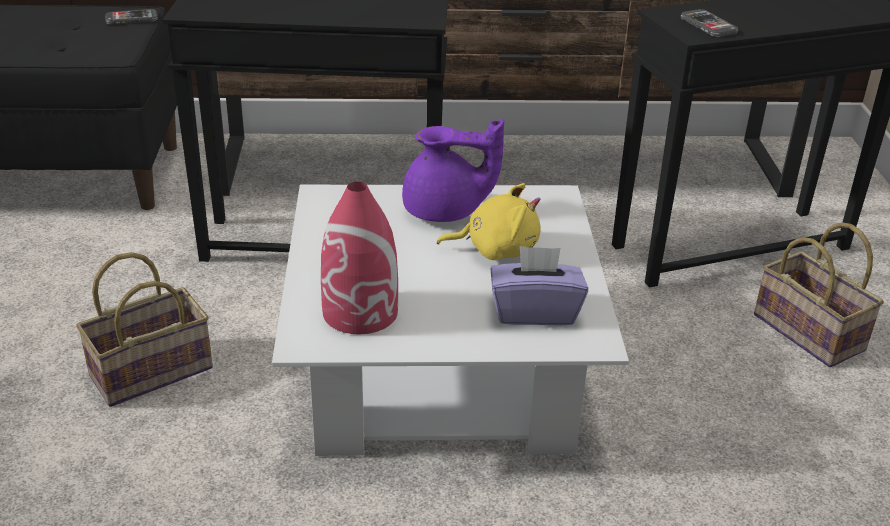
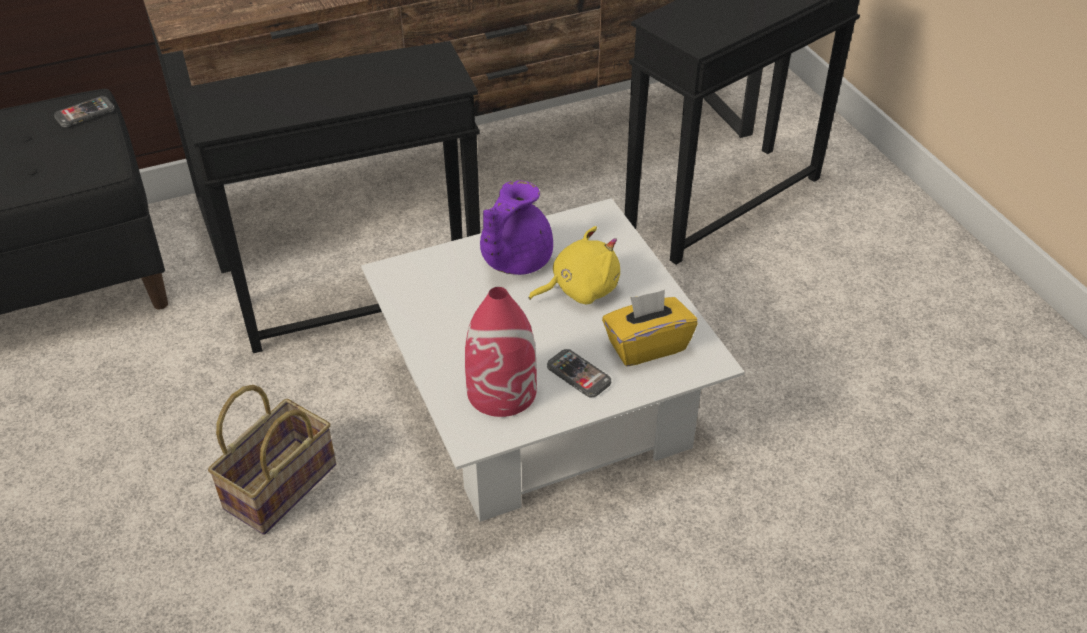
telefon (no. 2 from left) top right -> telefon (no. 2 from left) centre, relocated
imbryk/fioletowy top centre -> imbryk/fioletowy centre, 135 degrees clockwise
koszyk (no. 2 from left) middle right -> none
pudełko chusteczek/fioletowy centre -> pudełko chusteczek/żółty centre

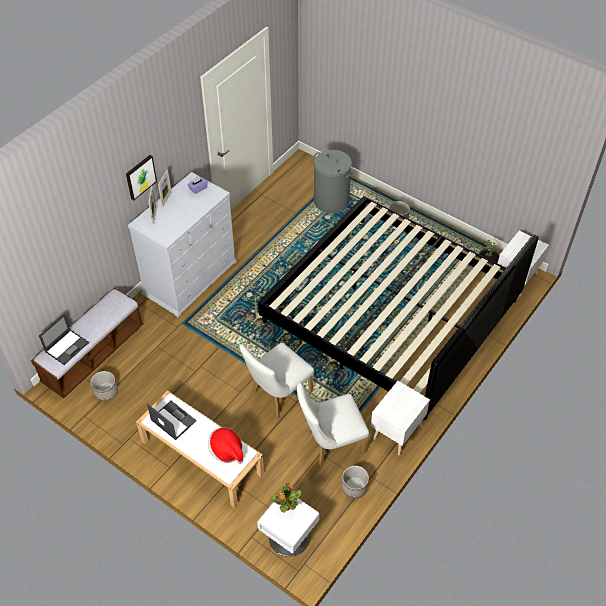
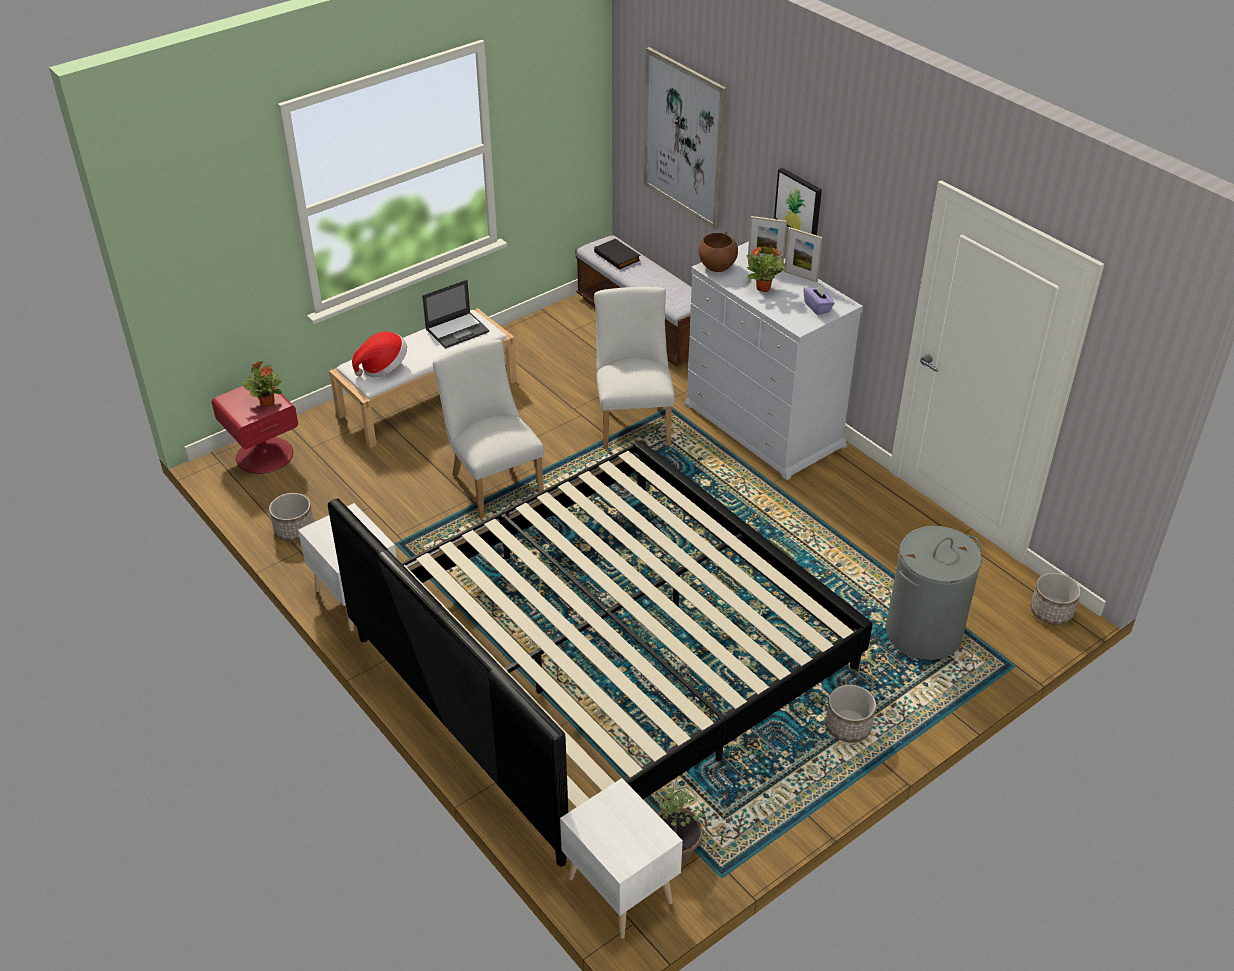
laptop (no. 1 from left) middle left -> książka/czarny top centre
donica (no. 1 from left in the first image) middle left -> donica (no. 3 from left) middle right, relocated
krzesło/biały (no. 2 from left) bottom centre -> krzesło/biały (no. 2 from left) centre, relocated
szafka nocna/biały (no. 1 from left) bottom centre -> szafka nocna/czerwony middle left
none -> obraz (no. 1 from left) top centre
none -> miska/brązowy top centre
none -> roślina doniczkowa (no. 3 from left) top centre

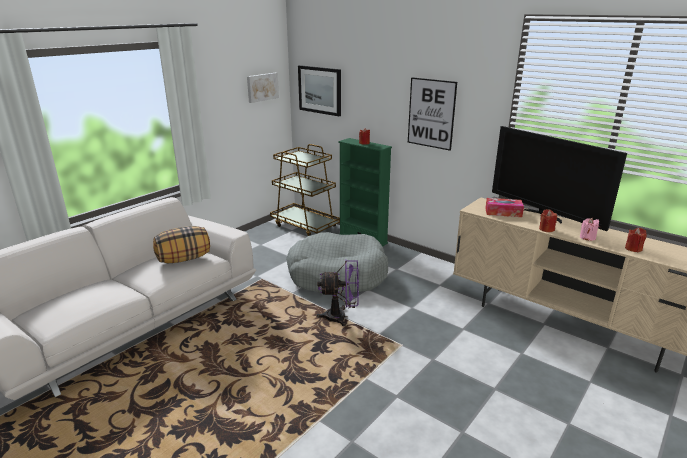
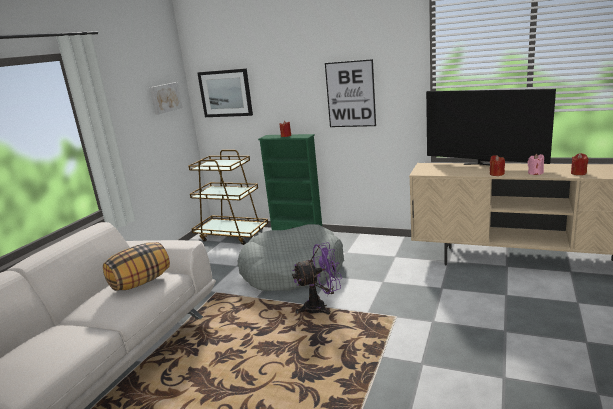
pudełko chusteczek middle right -> none

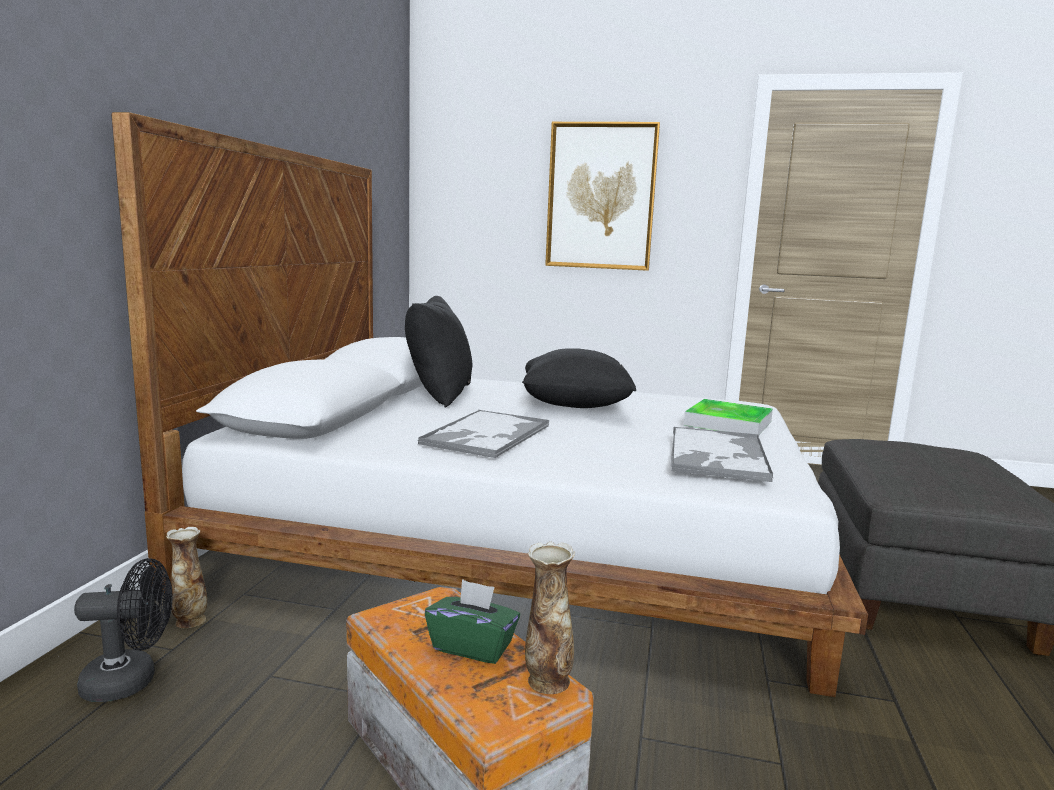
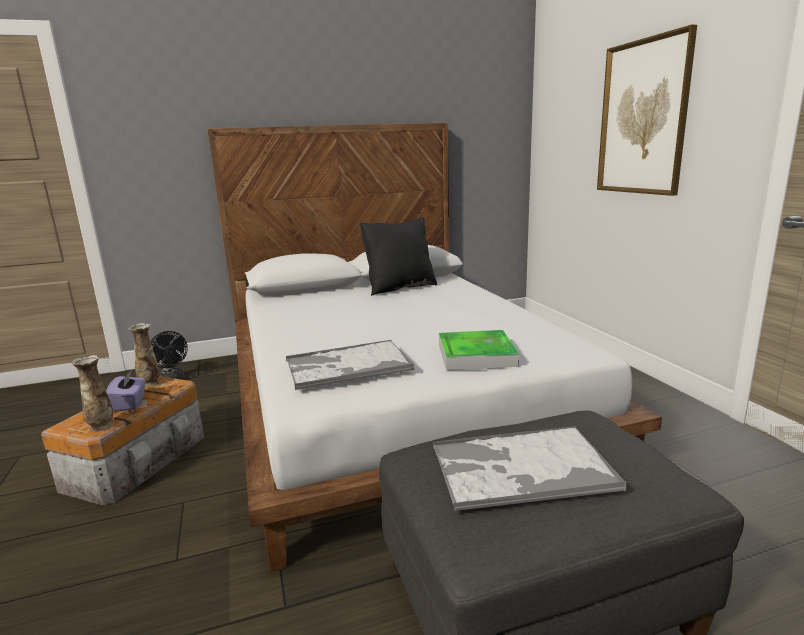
poduszka/czarny (no. 2 from left) centre -> none
taca (no. 1 from left in the first image) centre -> taca (no. 3 from left) bottom centre, relocated
wazon (no. 1 from left in the first image) bottom left -> wazon (no. 2 from left) middle left, relocated
pudełko chusteczek/zielony bottom centre -> pudełko chusteczek/fioletowy middle left

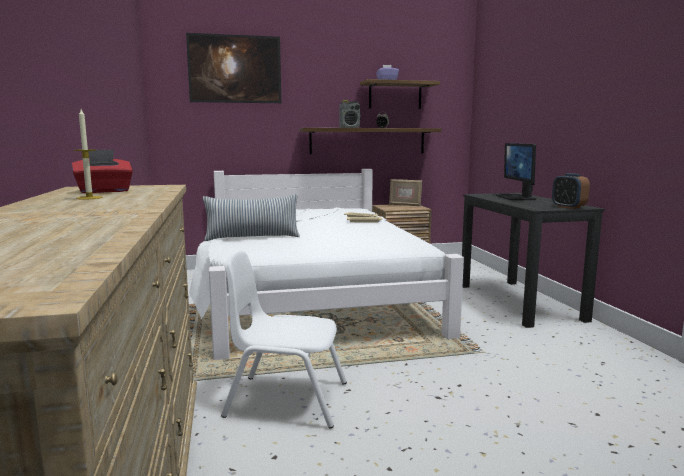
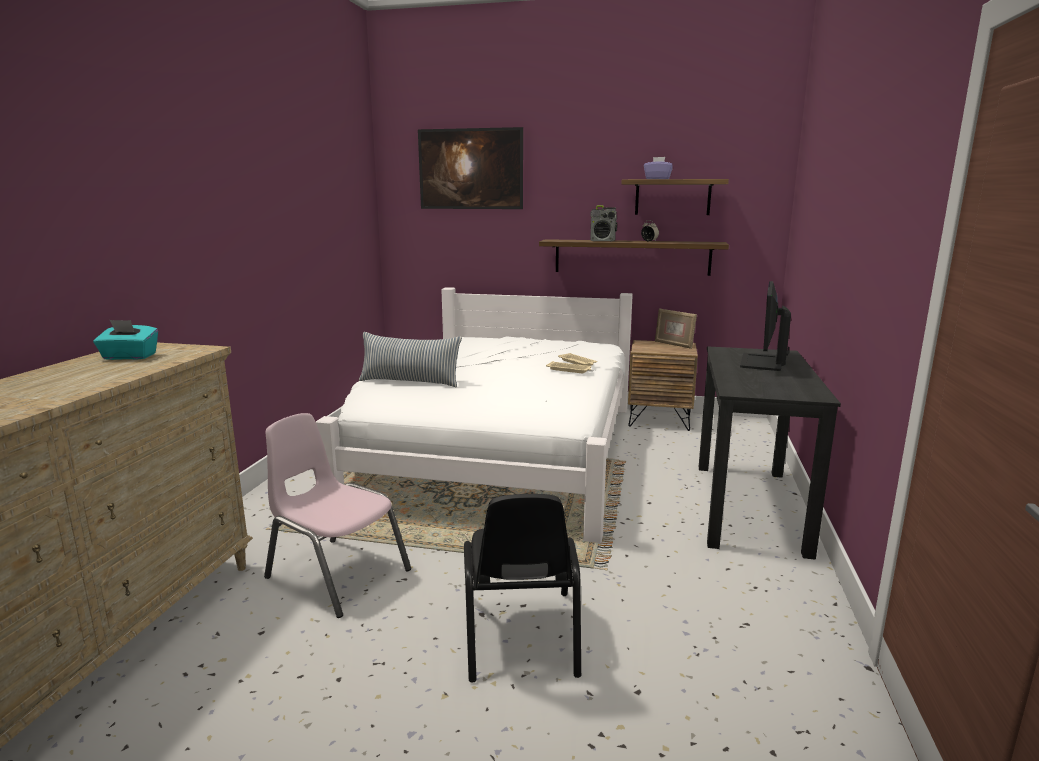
świeca top left -> none
pudełko chusteczek/czerwony middle left -> pudełko chusteczek/turkusowy middle left
budzik (no. 2 from left) middle right -> none
krzesło/biały bottom centre -> krzesło/różowy bottom left
none -> krzesło/czarny bottom centre

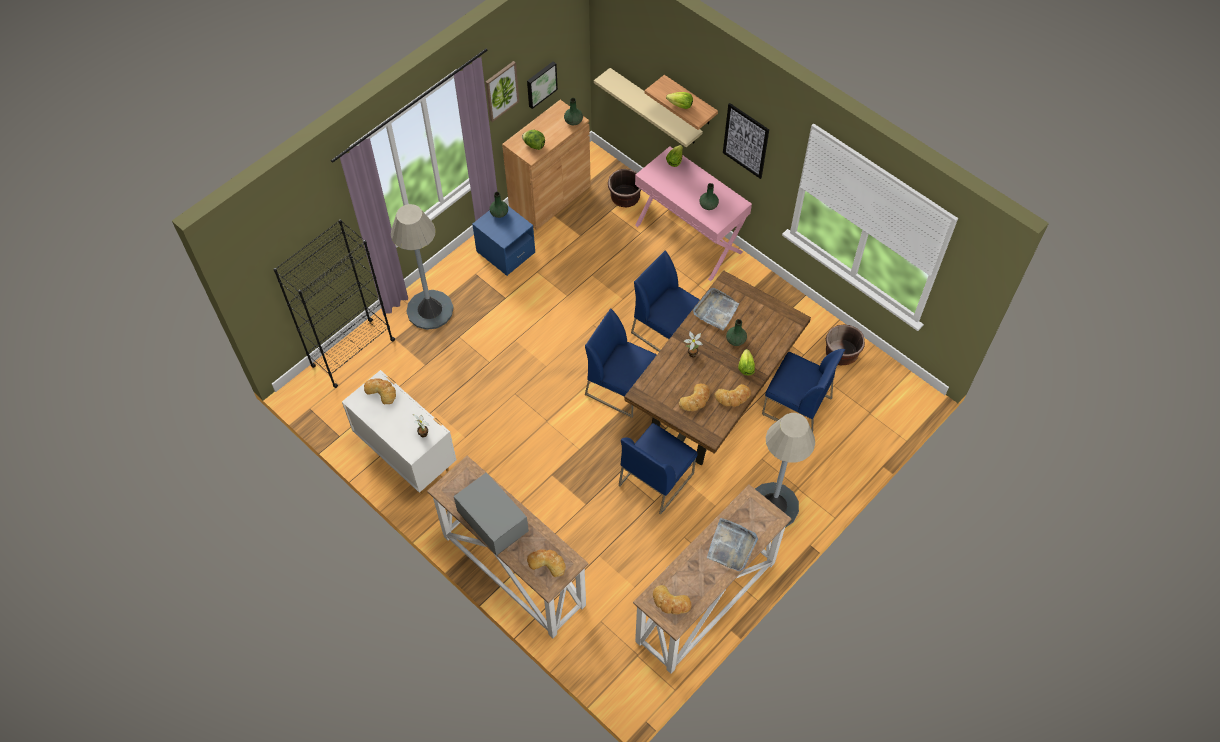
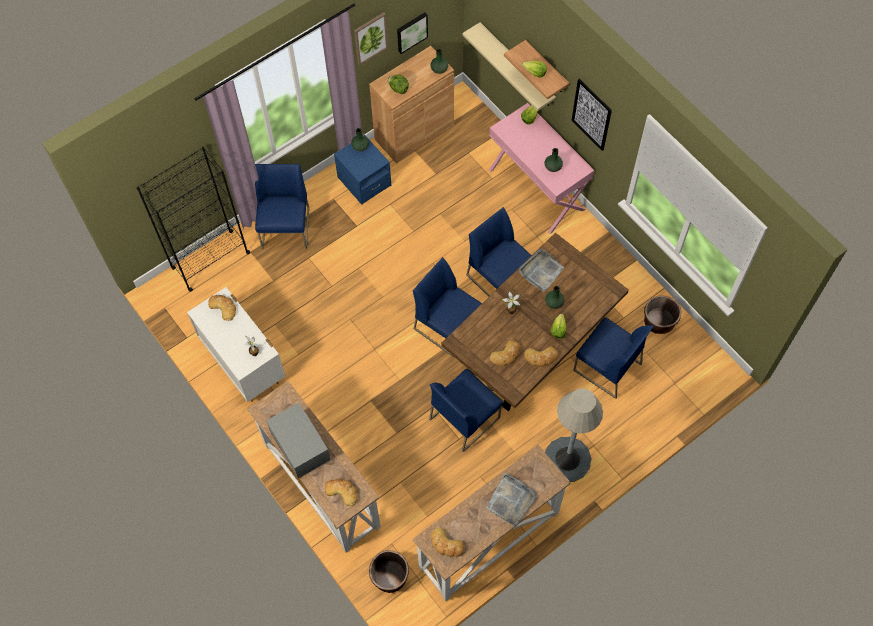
donica/brązowy (no. 1 from left) top centre -> donica/brązowy (no. 1 from left) bottom centre, relocated
lampa stojąca/szary (no. 1 from left) centre -> krzesło/niebieski (no. 1 from left) top left

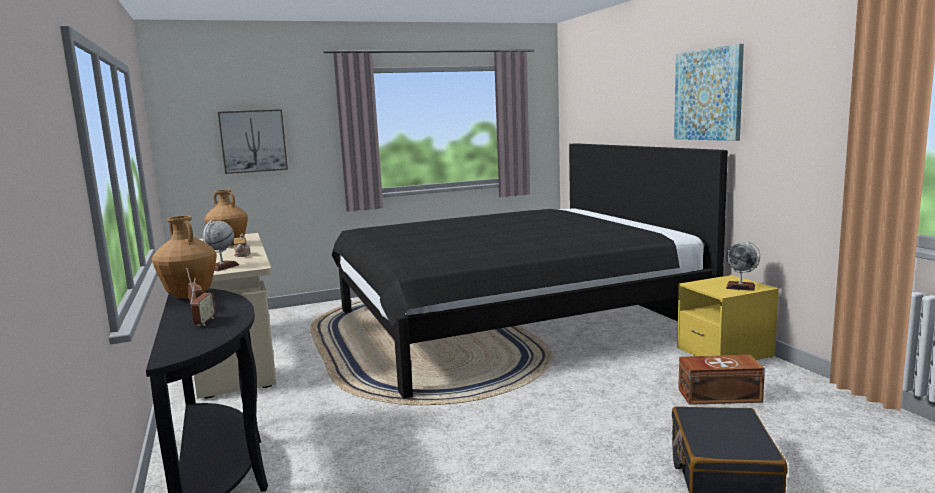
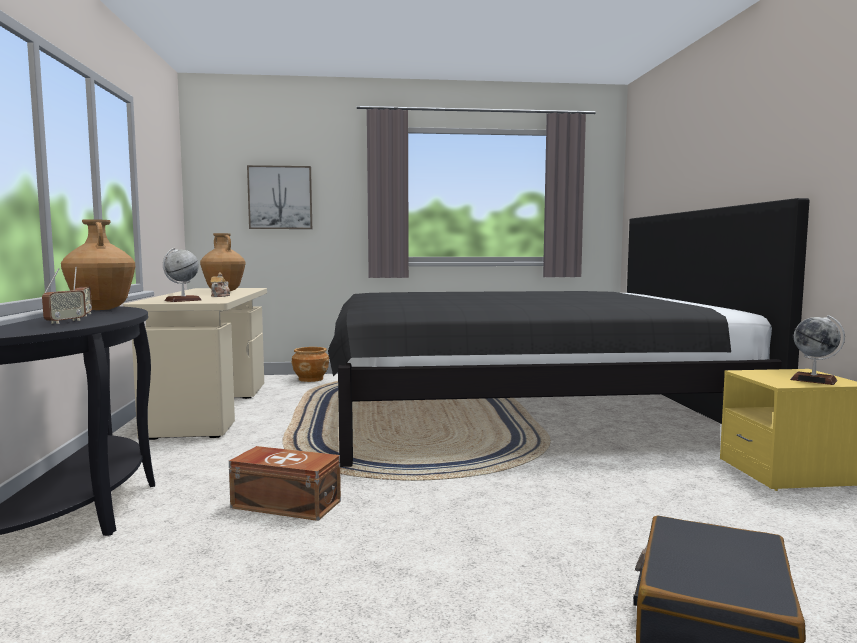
obraz (no. 2 from left) top right -> none
pojemnik do przechowywania/brązowy bottom right -> pojemnik do przechowywania/brązowy bottom left, relocated
none -> donica/brązowy centre

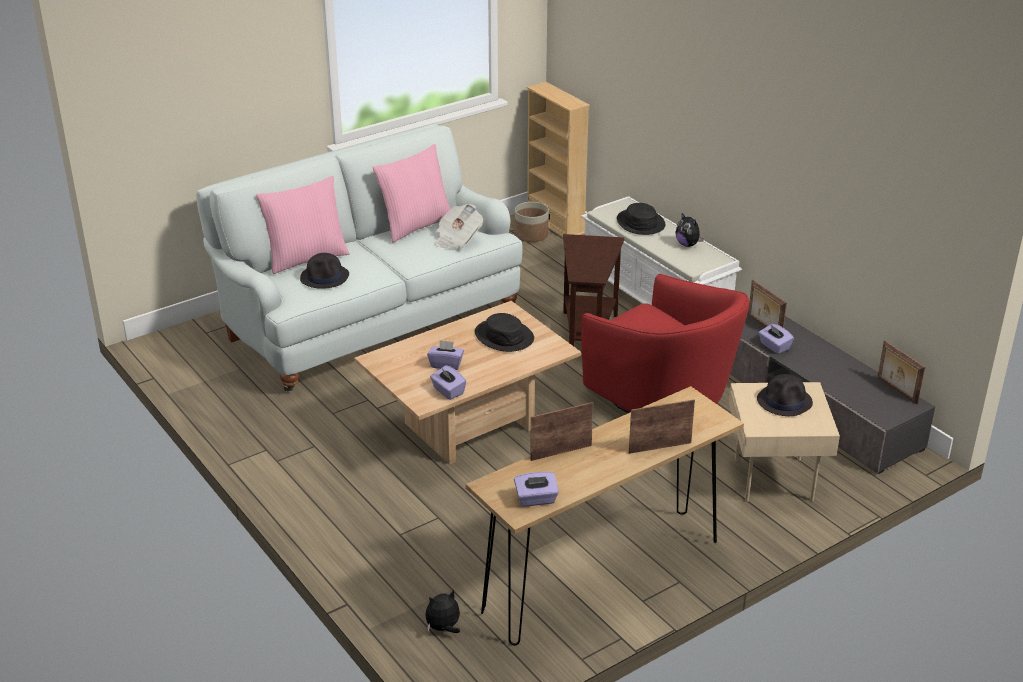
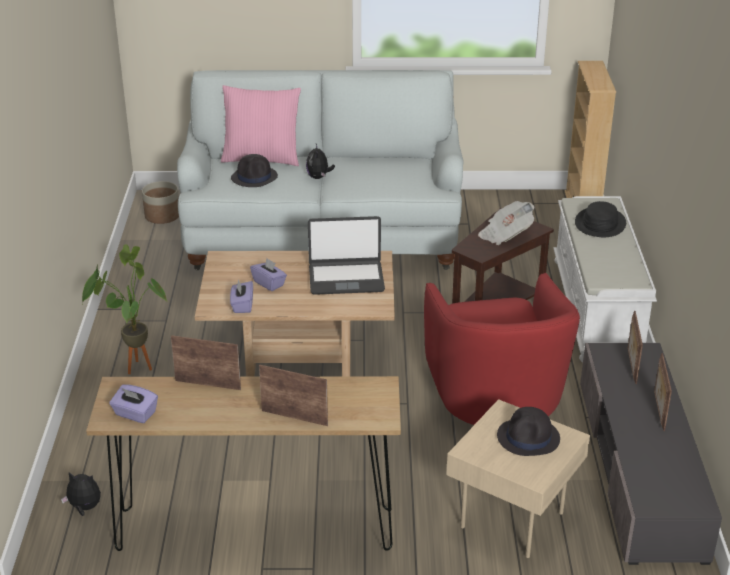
poduszka/różowy (no. 2 from left) top centre -> none
donica top centre -> donica middle left, relocated
gazeta top centre -> gazeta middle right, relocated
pluszak (no. 2 from left) middle right -> pluszak (no. 2 from left) top centre, relocated
kapelusz/czarny (no. 2 from left) centre -> laptop centre
pudełko chusteczek/fioletowy (no. 4 from left) middle right -> none
ramka na zdjęcie (no. 4 from left) middle right -> ramka na zdjęcie (no. 4 from left) bottom right, relocated
none -> roślina doniczkowa middle left

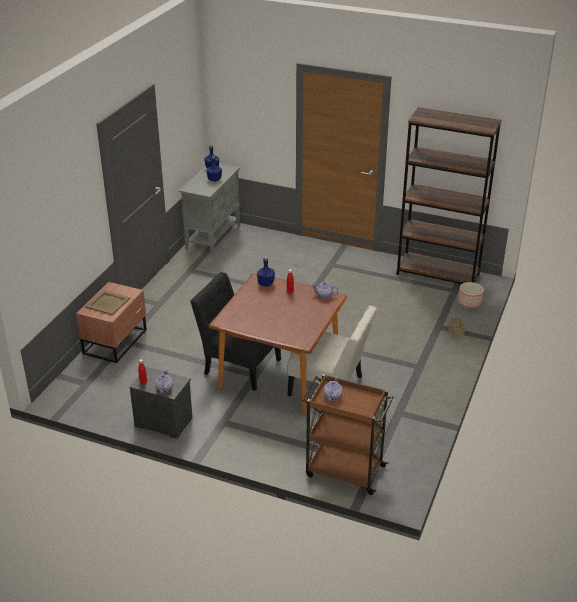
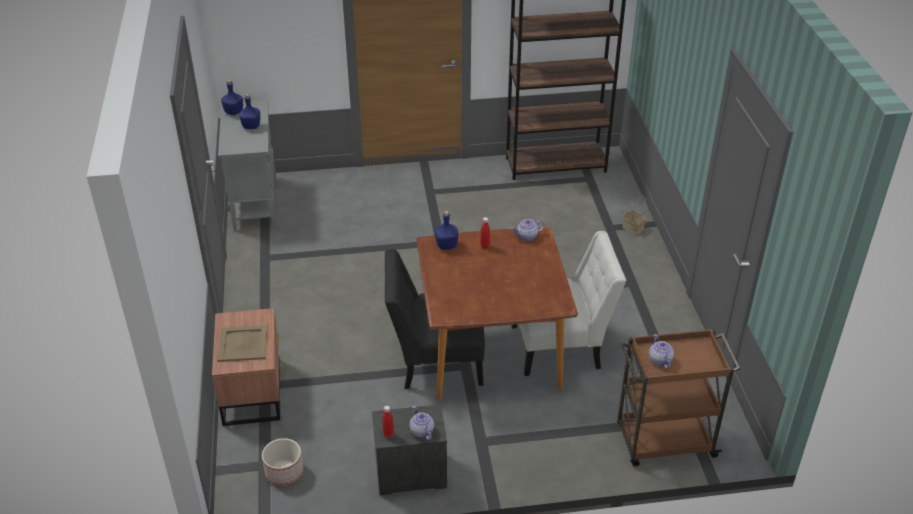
donica middle right -> donica bottom left, relocated

